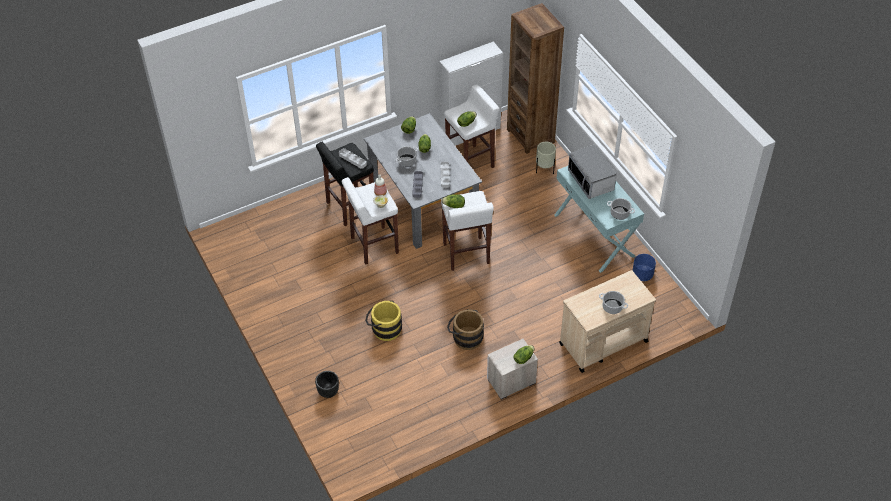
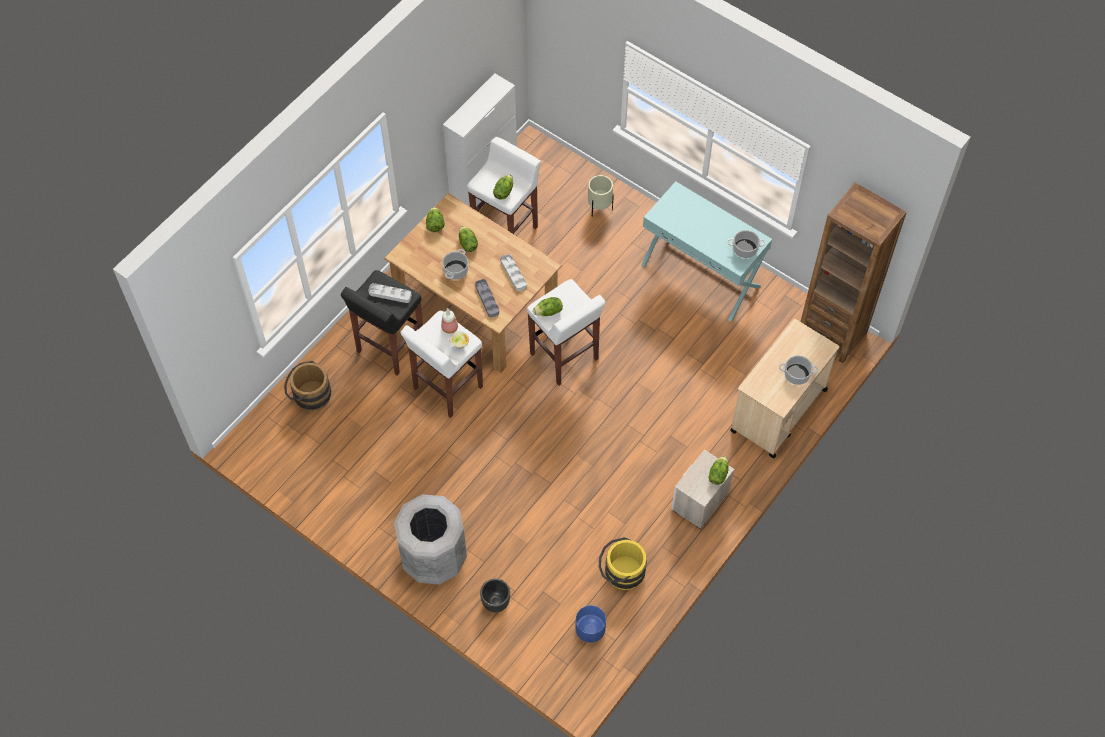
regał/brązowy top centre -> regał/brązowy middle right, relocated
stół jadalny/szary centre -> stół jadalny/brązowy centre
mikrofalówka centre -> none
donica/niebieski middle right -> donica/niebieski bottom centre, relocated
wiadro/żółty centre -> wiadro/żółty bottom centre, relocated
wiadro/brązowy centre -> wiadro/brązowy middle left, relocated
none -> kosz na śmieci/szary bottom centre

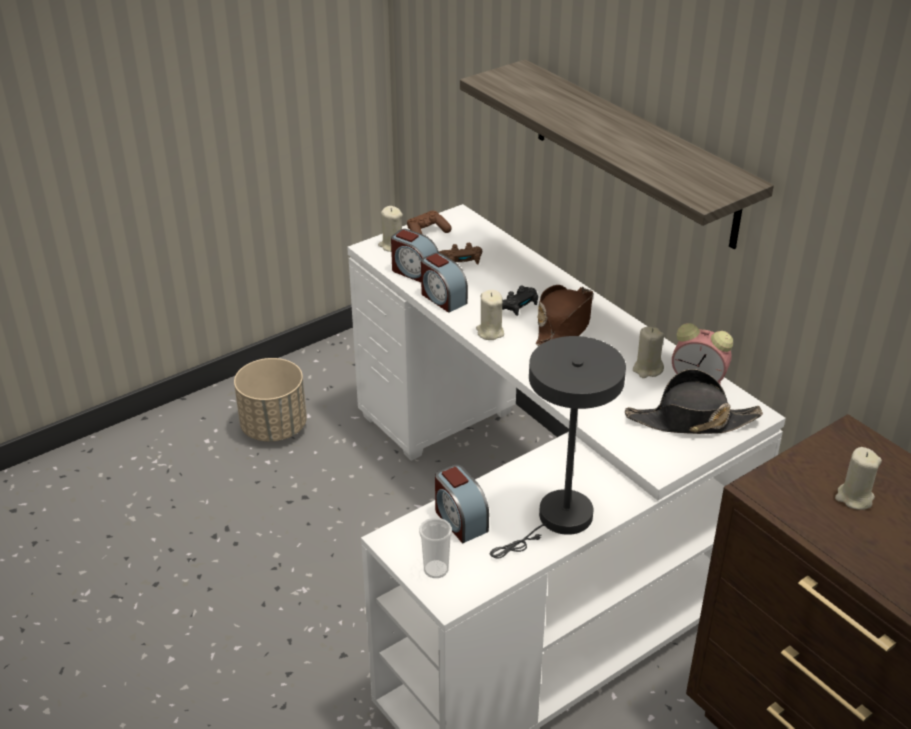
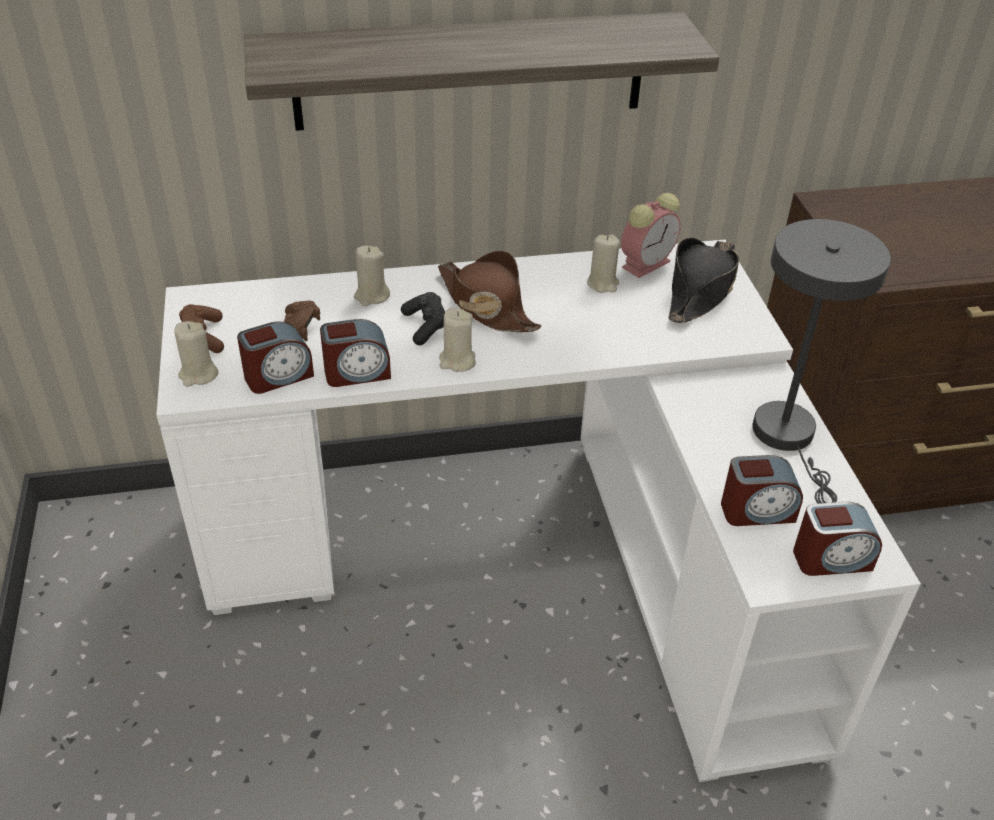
donica/beżowy middle left -> none
świeca/beżowy (no. 4 from left in the first image) middle right -> świeca/beżowy (no. 2 from left) centre, relocated
filiżanka bottom centre -> budzik (no. 5 from left) middle right

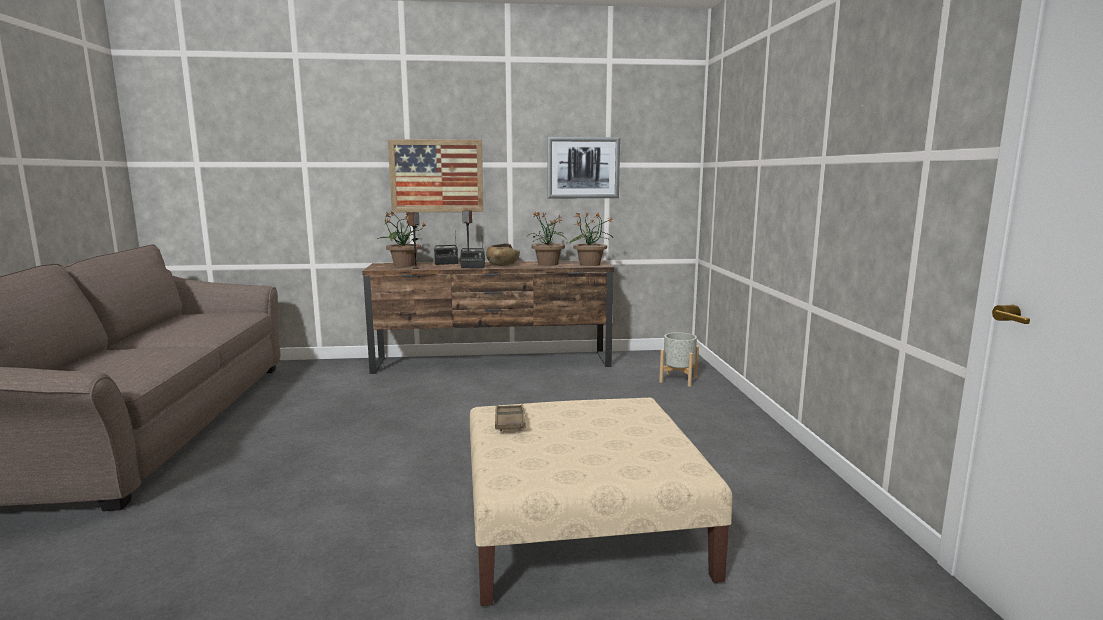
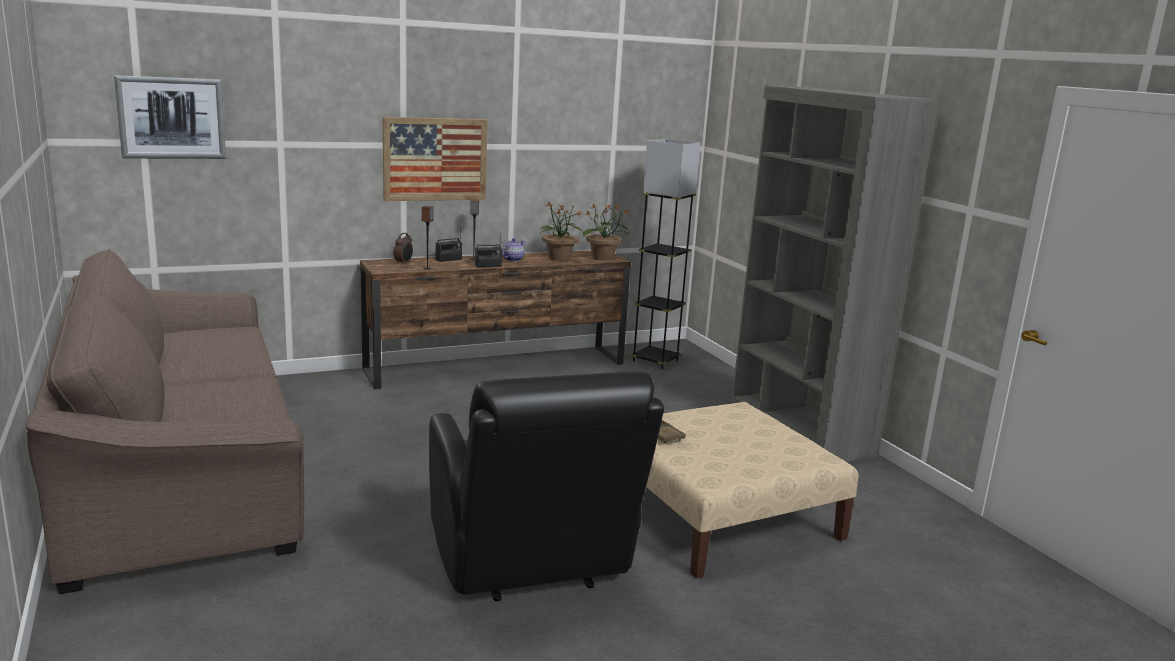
obraz (no. 2 from left in the first image) top centre -> obraz (no. 1 from left) top left, relocated
roślina doniczkowa (no. 1 from left) centre -> budzik centre
miska/brązowy centre -> imbryk centre
donica/szary centre -> none
none -> regał/szary middle right
none -> lampa stojąca/szary centre
none -> fotel/czarny bottom centre

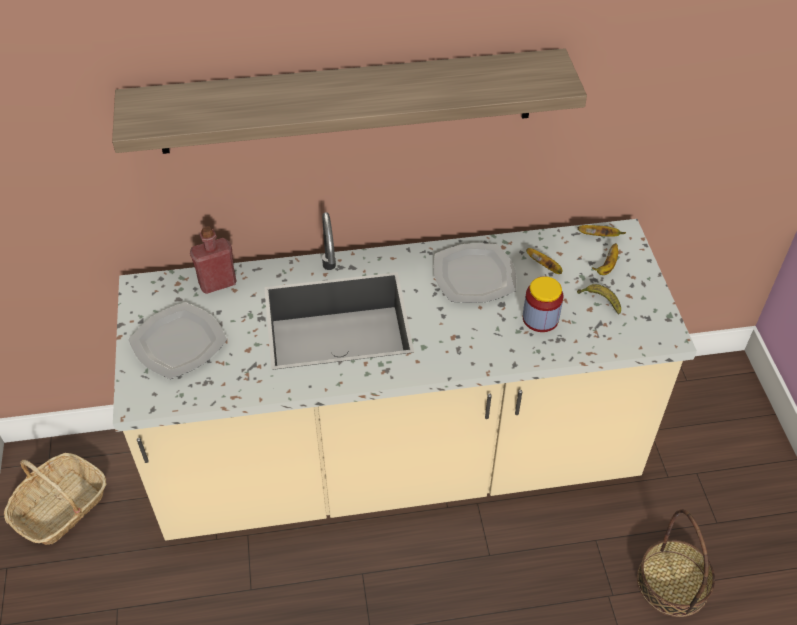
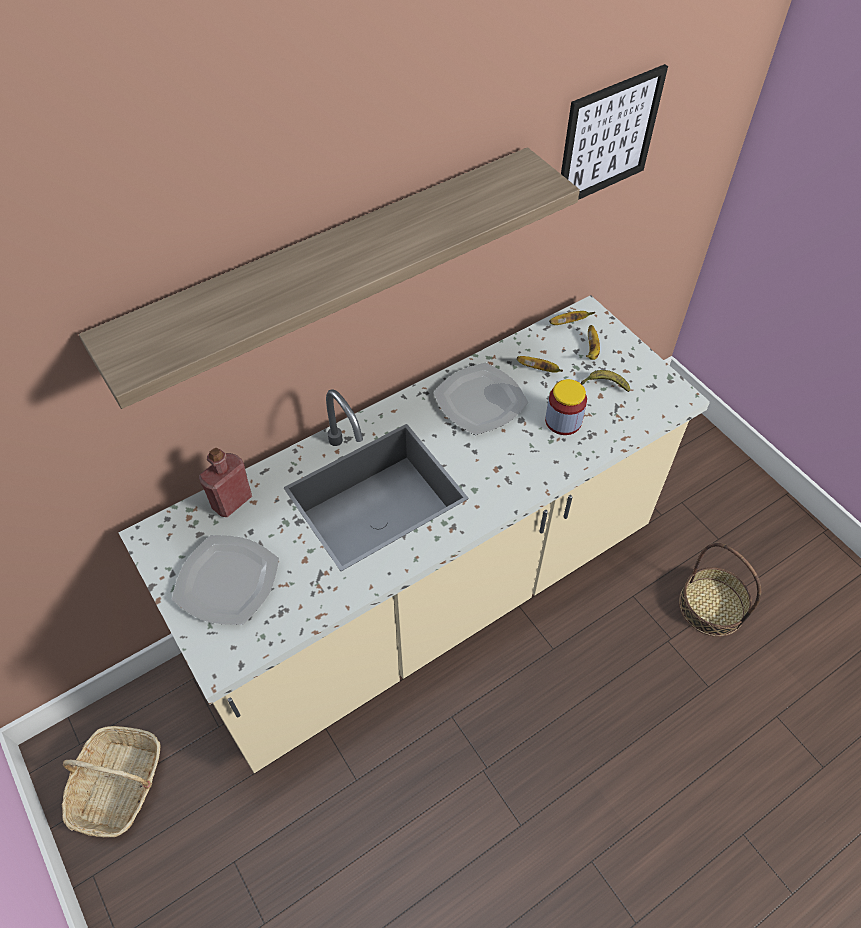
none -> obraz top right

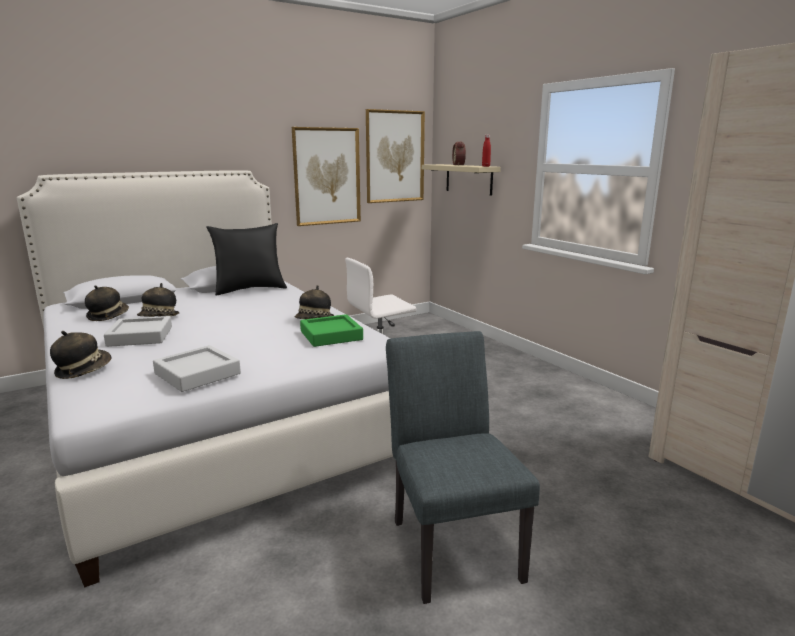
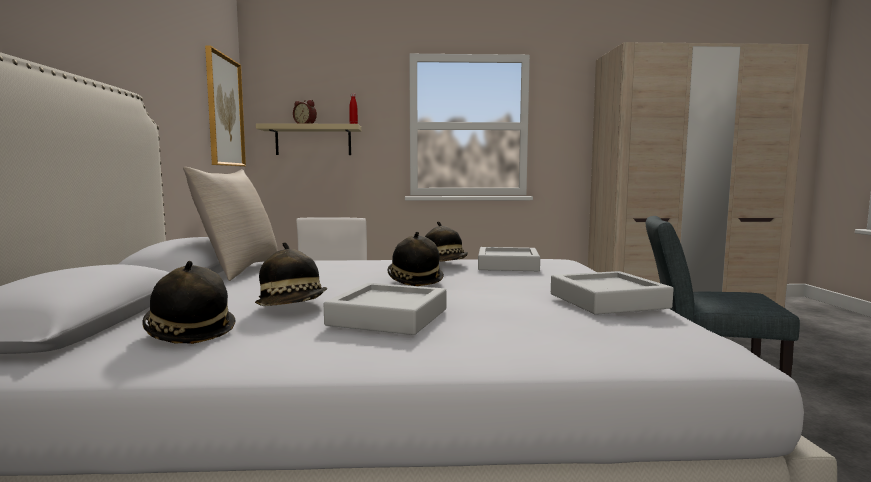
obraz (no. 1 from left) top centre -> none
poduszka/czarny middle left -> poduszka/beżowy middle left
taca/zielony centre -> taca/szary (no. 2 from left) centre
kapelusz (no. 1 from left in the first image) middle left -> kapelusz (no. 3 from left) centre, relocated

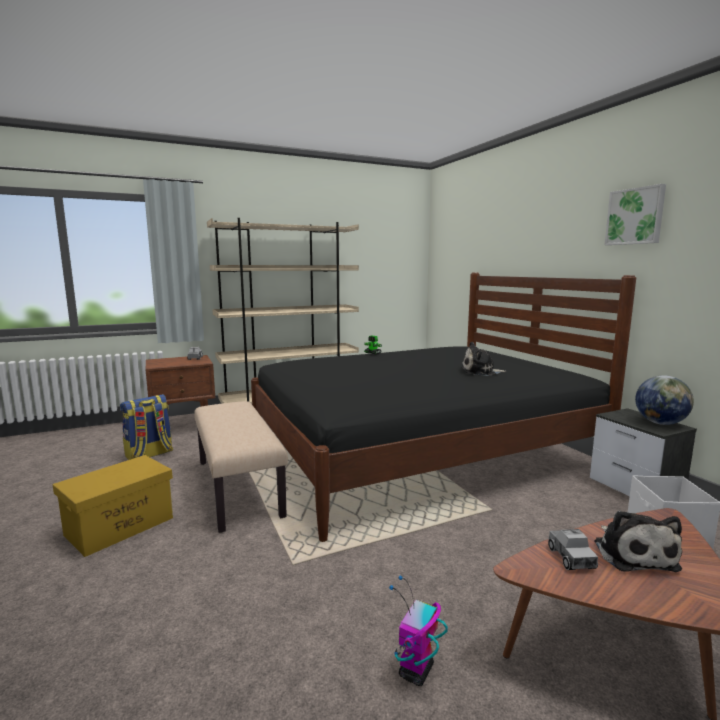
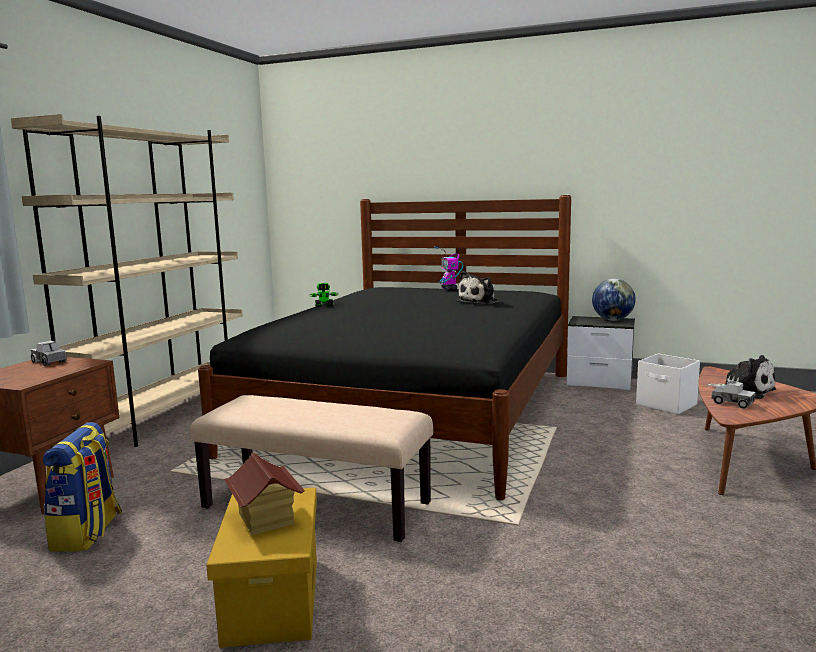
obraz top right -> none
robot zabawkowy (no. 2 from left) bottom centre -> robot zabawkowy (no. 2 from left) centre, relocated
none -> domek bottom left

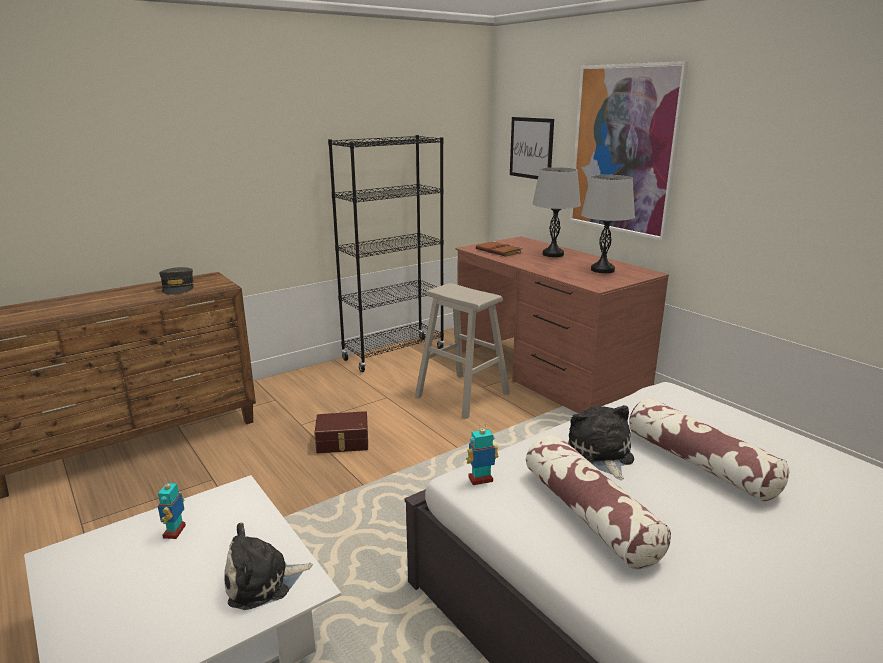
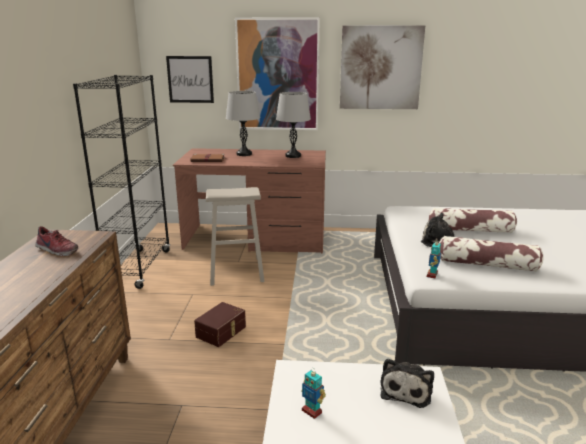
czapka z daszkiem/szary middle left -> but middle left
none -> obraz (no. 3 from left) top centre

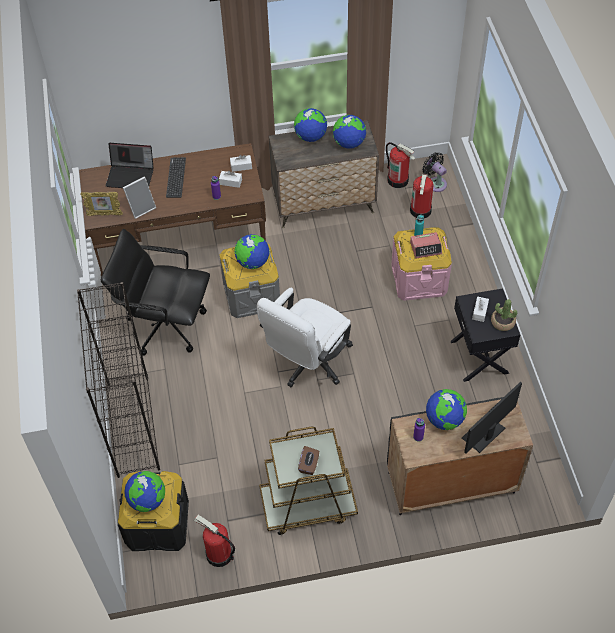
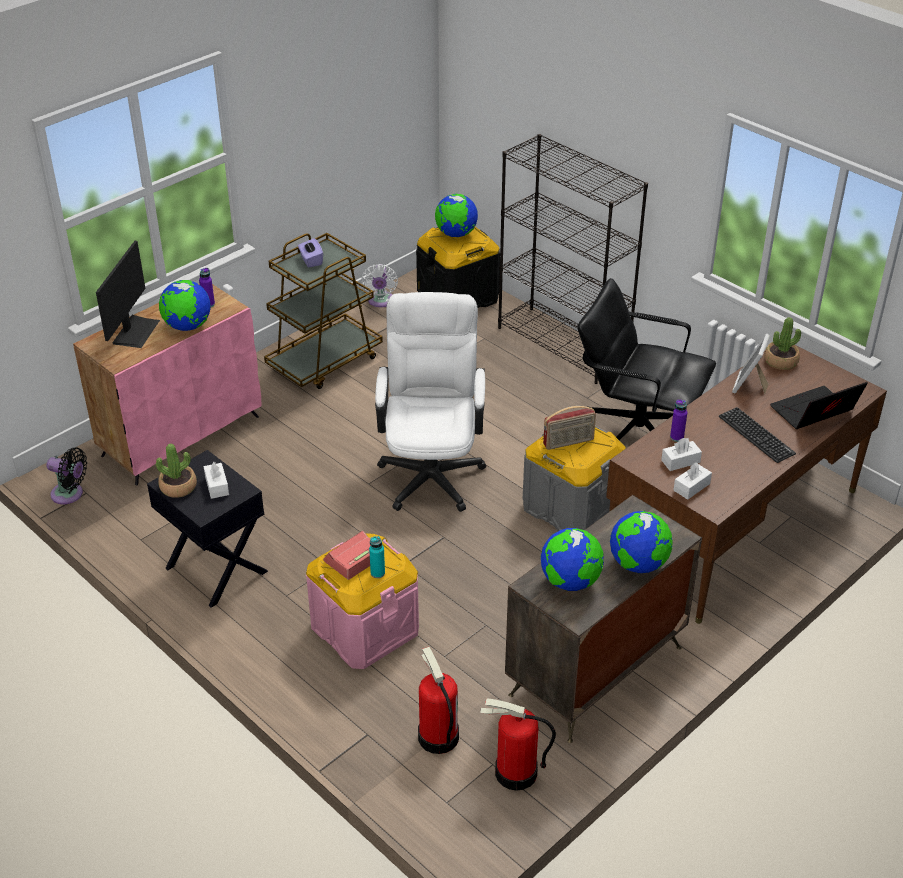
wentylator/czarny top right -> wentylator/czarny middle left, relocated
ramka na zdjęcie (no. 1 from left) top left -> roślina doniczkowa (no. 2 from left) middle right
krzesło biurowe/czarny middle left -> krzesło biurowe/czarny middle right, 135 degrees counterclockwise
globus (no. 2 from left) centre -> radio centre
szafka/czarny bottom right -> szafka/różowy middle left
pudełko chusteczek/brązowy bottom centre -> pudełko chusteczek/fioletowy top centre
gaśnica (no. 1 from left) bottom centre -> wentylator/biały top centre

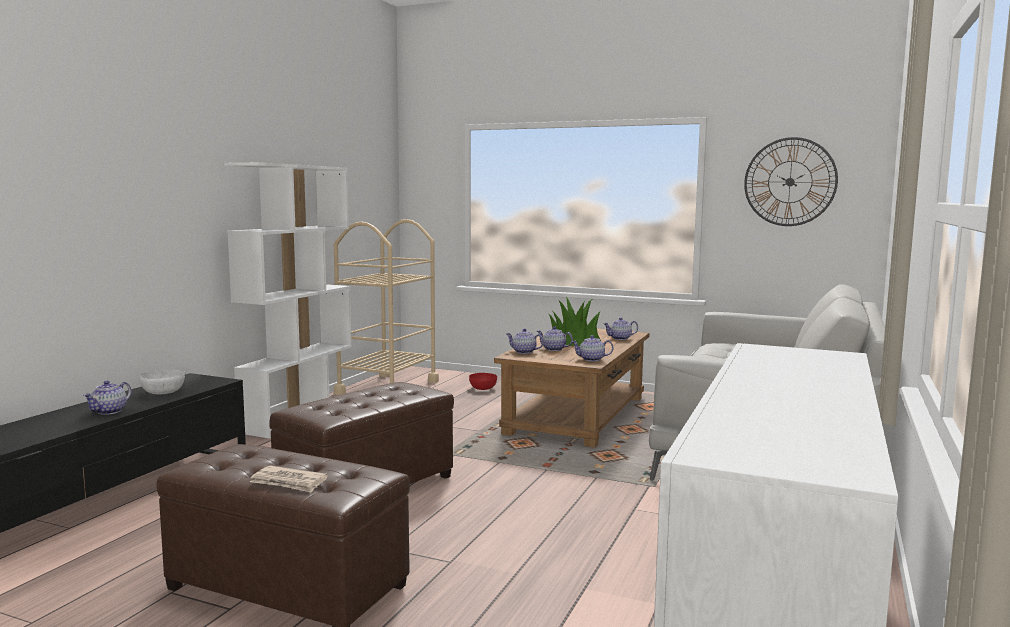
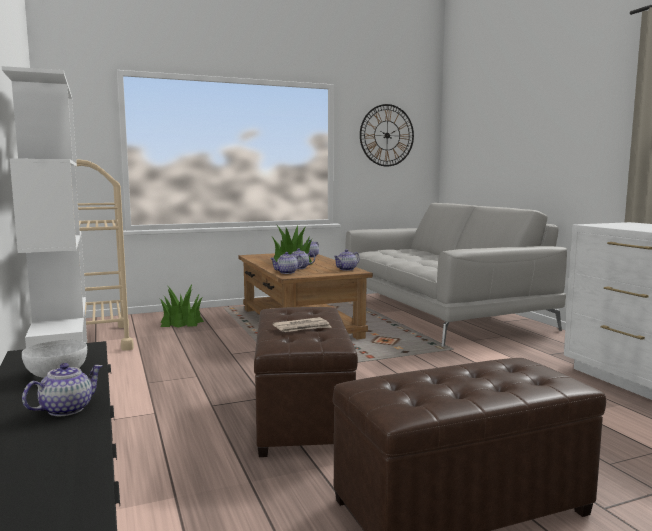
miska/czerwony centre -> roślina doniczkowa (no. 1 from left) middle left
imbryk (no. 1 from left) middle left -> imbryk (no. 1 from left) bottom left, 120 degrees counterclockwise
gazeta bottom left -> gazeta centre, relocated

